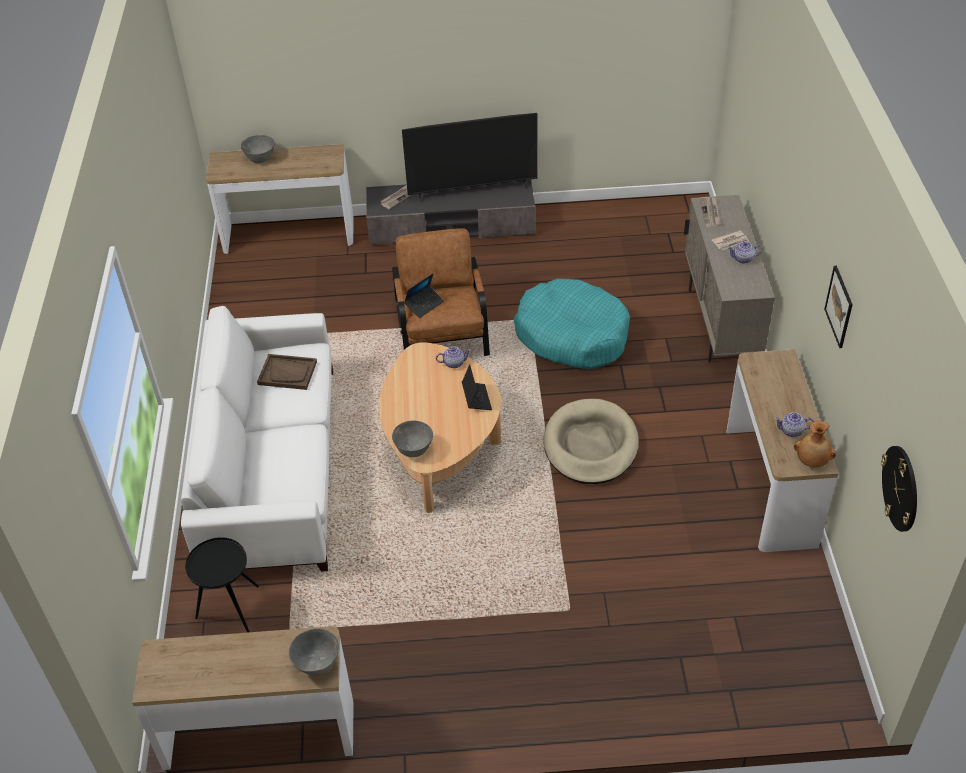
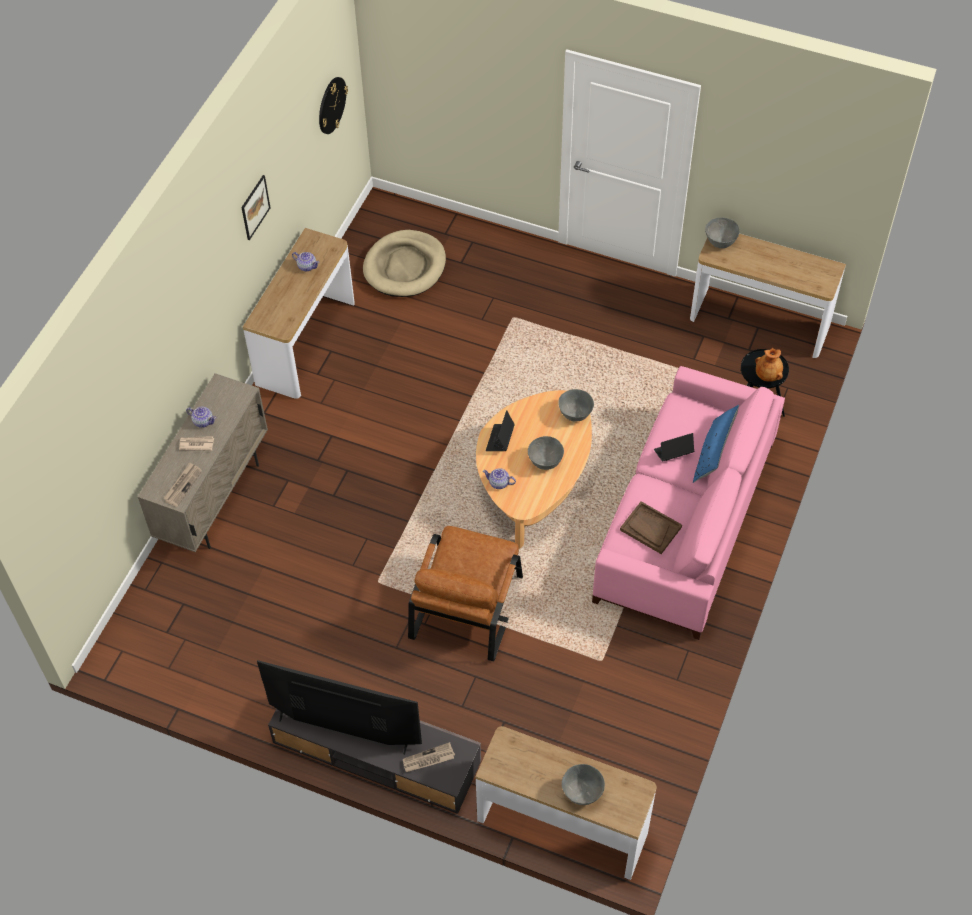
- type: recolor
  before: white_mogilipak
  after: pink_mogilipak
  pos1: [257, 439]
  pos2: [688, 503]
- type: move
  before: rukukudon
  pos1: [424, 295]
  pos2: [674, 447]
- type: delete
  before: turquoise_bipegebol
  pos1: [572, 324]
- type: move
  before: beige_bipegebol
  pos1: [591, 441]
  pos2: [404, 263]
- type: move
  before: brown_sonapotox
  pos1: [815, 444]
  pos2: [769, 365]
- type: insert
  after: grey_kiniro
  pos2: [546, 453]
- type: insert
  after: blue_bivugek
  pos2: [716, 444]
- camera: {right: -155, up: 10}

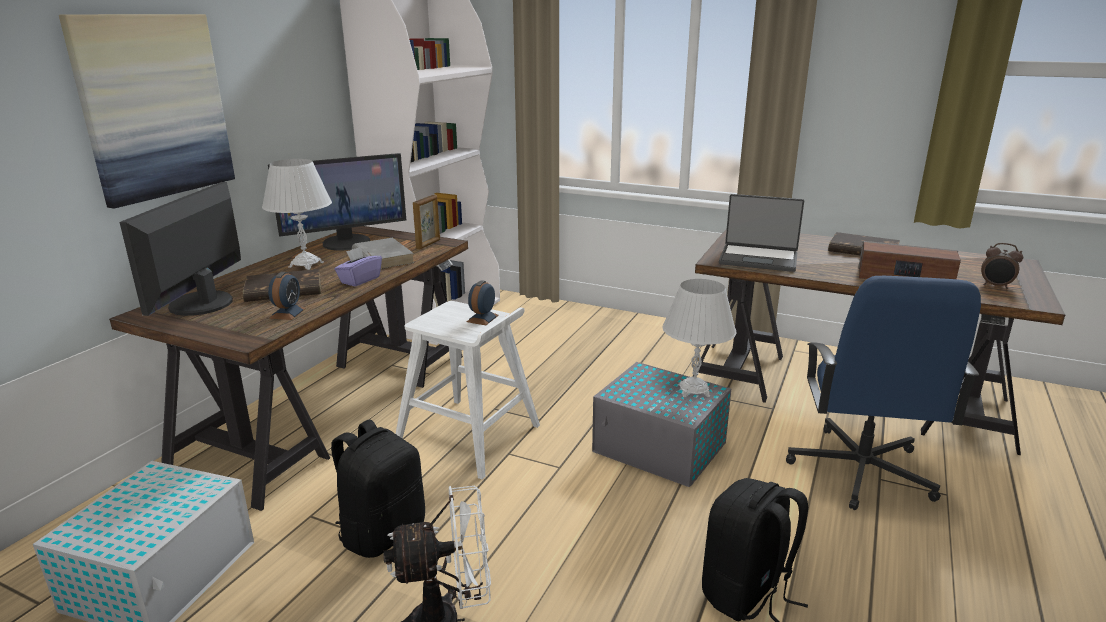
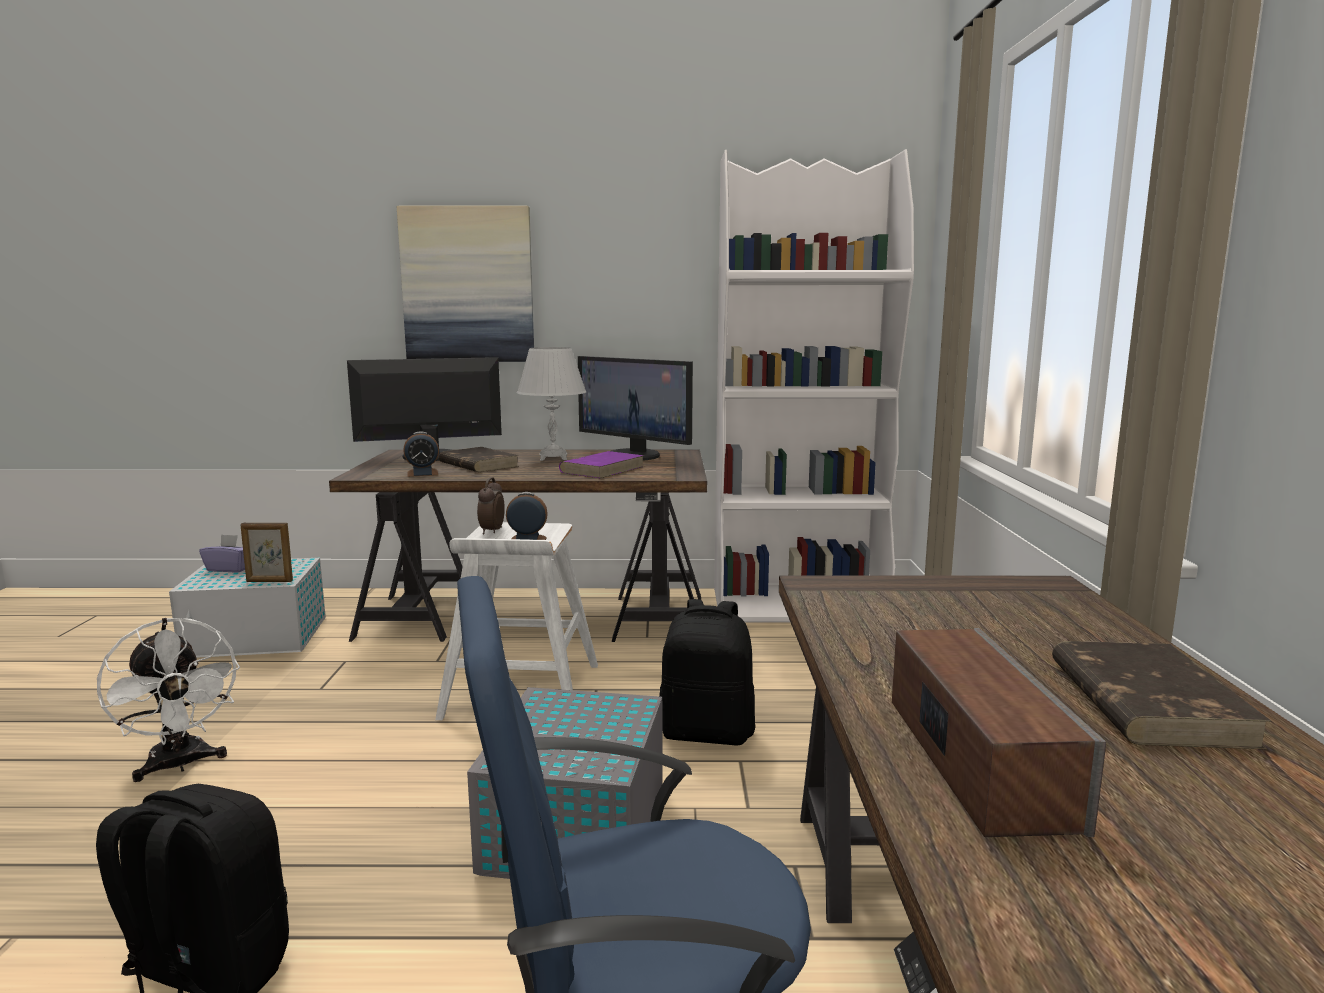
- type: move
  before: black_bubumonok
  pos1: [378, 488]
  pos2: [707, 672]
- type: move
  before: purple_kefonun
  pos1: [358, 266]
  pos2: [222, 553]
- type: recolor
  before: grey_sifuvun
  after: purple_sifuvun
  pos1: [383, 253]
  pos2: [601, 464]
- type: move
  before: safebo
  pos1: [426, 222]
  pos2: [266, 552]
- type: delete
  before: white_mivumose
  pos1: [699, 338]
- type: delete
  before: rukukudon
  pos1: [761, 233]
- type: move
  before: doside
  pos1: [1002, 266]
  pos2: [491, 505]
- camera: {right: 65, up: -10}

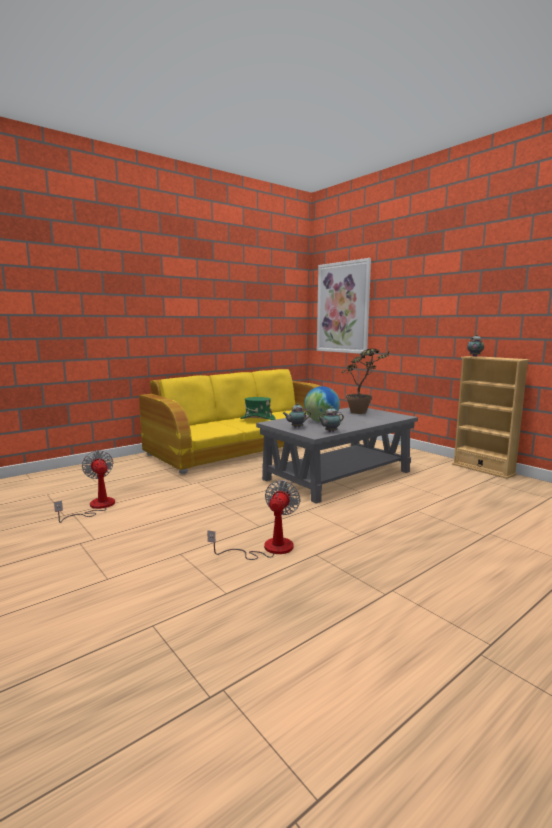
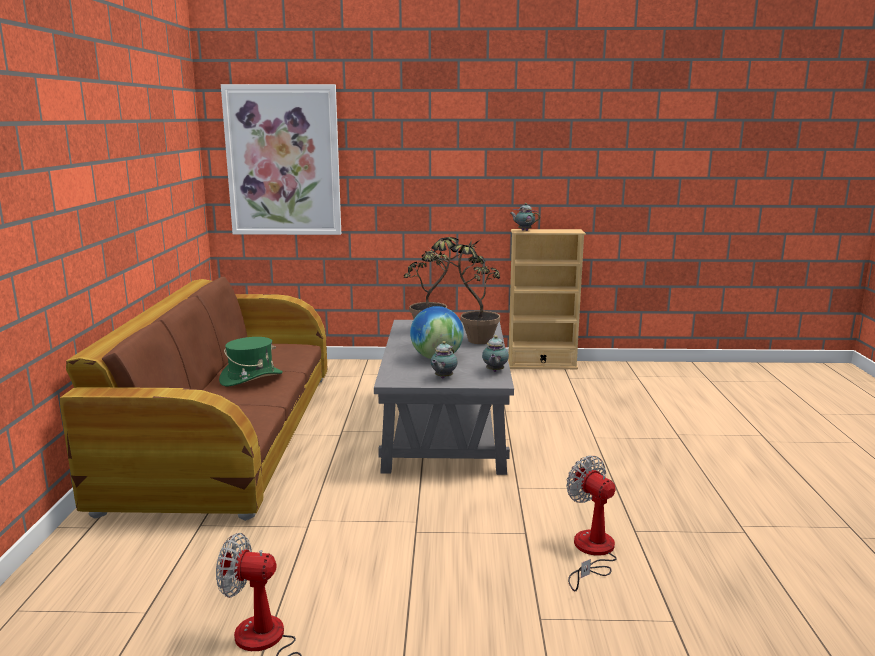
- type: recolor
  before: yellow_mogilipak
  after: brown_mogilipak
  pos1: [229, 421]
  pos2: [193, 399]
- type: insert
  after: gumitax
  pos2: [464, 294]
- camera: {right: -50, up: 5}

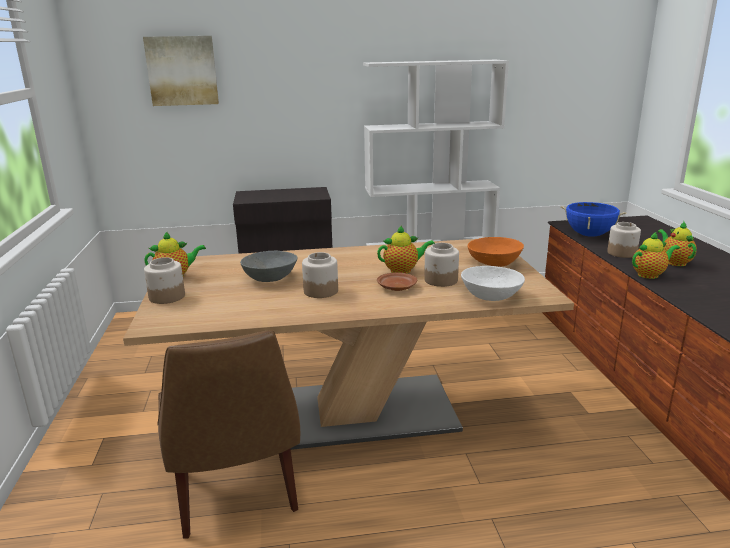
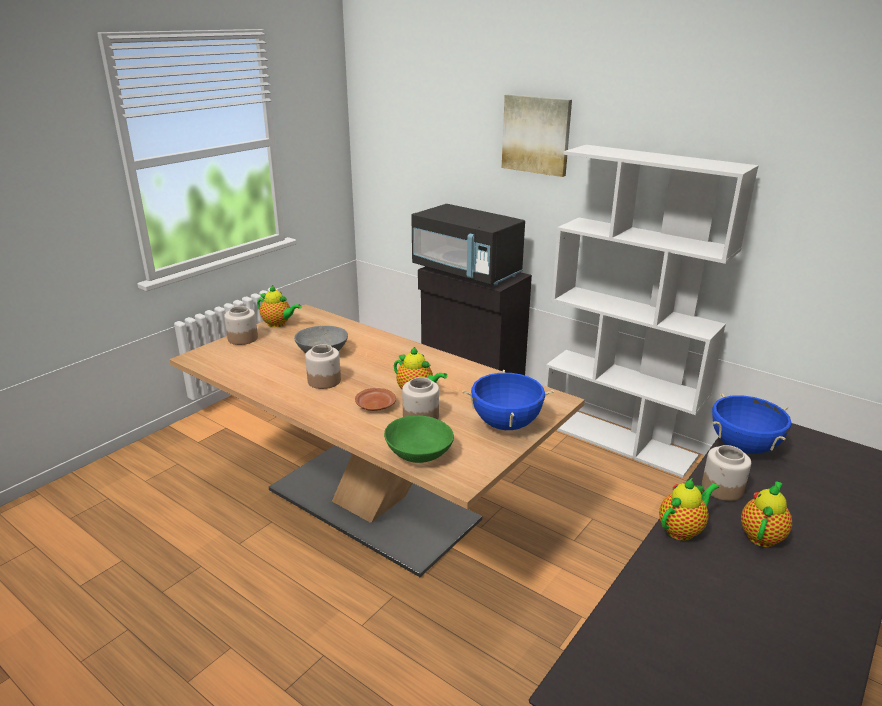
- type: move
  before: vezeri
  pos1: [181, 71]
  pos2: [537, 135]
- type: delete
  before: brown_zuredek
  pos1: [228, 434]
- type: recolor
  before: white_kiniro
  after: green_kiniro
  pos1: [493, 283]
  pos2: [419, 439]
- type: replace
  before: orange_kiniro
  after: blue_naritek
  pos1: [495, 252]
  pos2: [508, 399]
- type: rotate
  before: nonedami
  pos1: [656, 255]
  pos2: [689, 509]
  turn: -60
- type: insert
  after: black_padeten
  pos2: [468, 245]
- camera: {right: 45, up: 5}

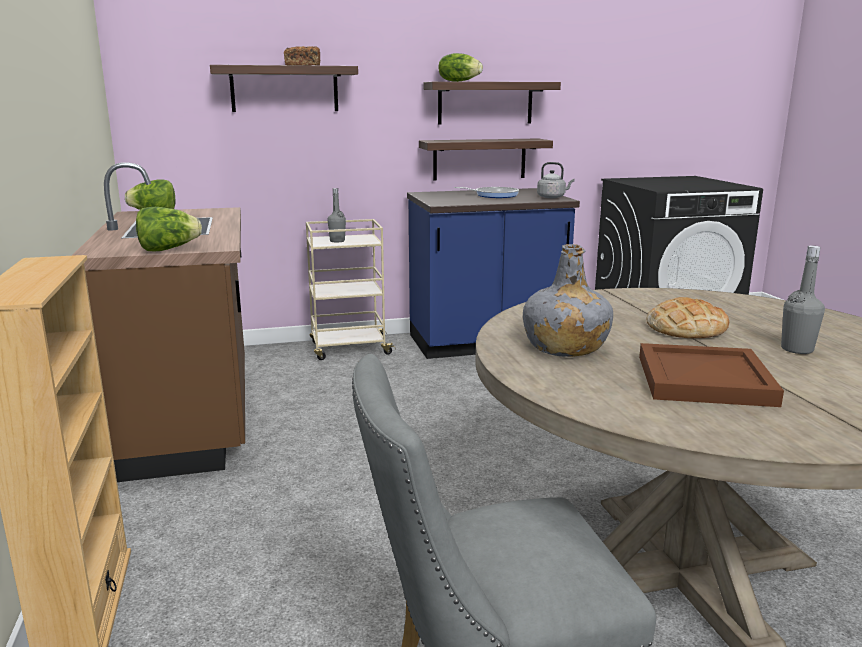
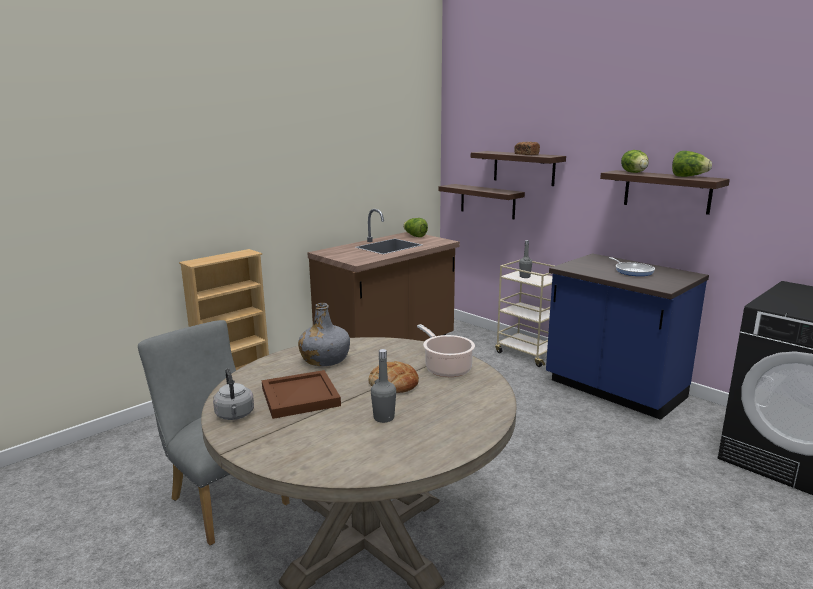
- type: move
  before: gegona
  pos1: [169, 229]
  pos2: [692, 164]
- type: move
  before: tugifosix
  pos1: [486, 159]
  pos2: [481, 201]
- type: move
  before: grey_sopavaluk
  pos1: [556, 180]
  pos2: [233, 394]
- type: insert
  after: naritek
  pos2: [446, 350]
- camera: {right: 60, up: 0}

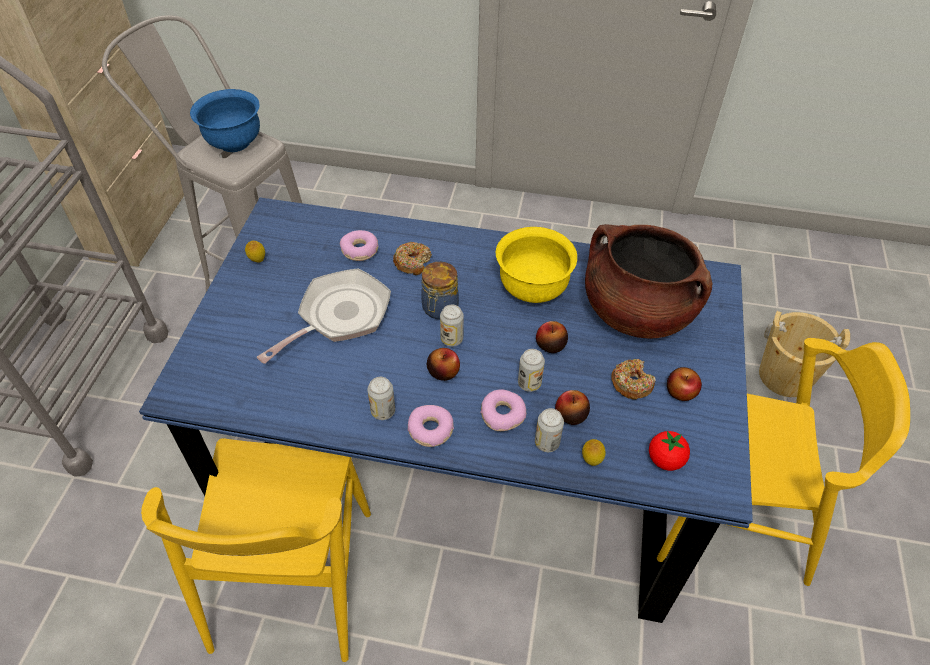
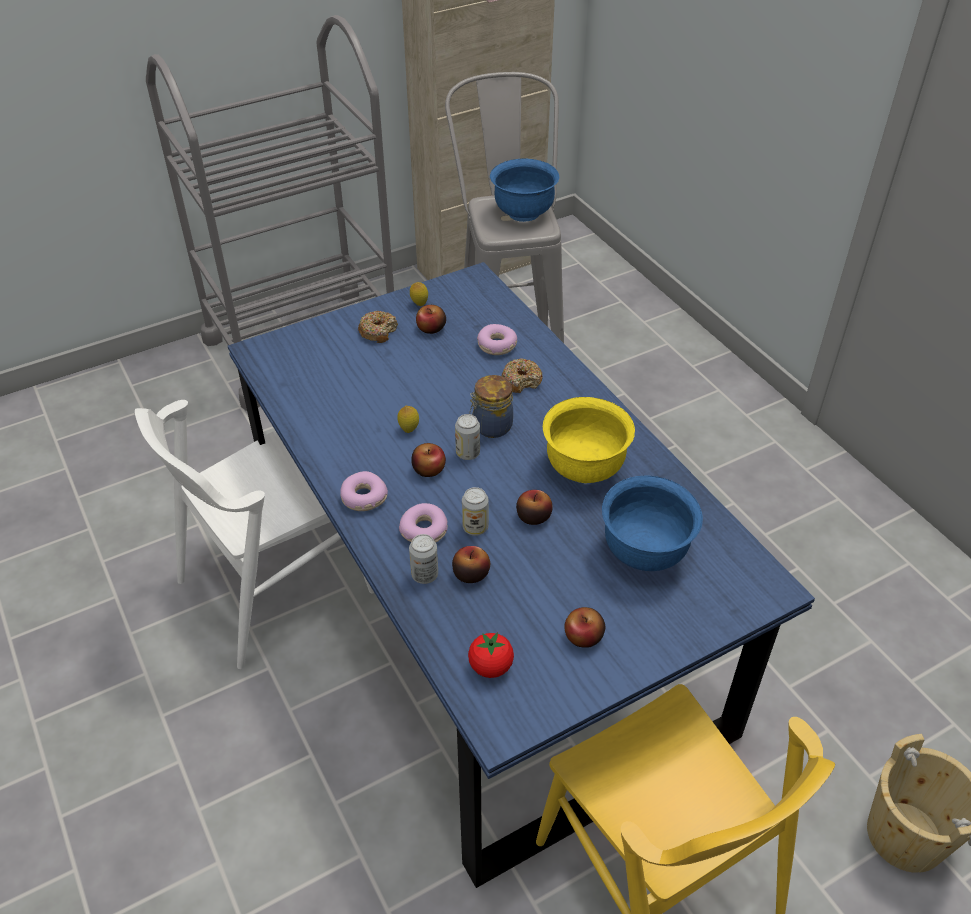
- type: recolor
  before: yellow_zuredek
  after: white_zuredek
  pos1: [256, 550]
  pos2: [254, 534]
- type: delete
  before: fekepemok
  pos1: [324, 316]
- type: delete
  before: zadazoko
  pos1: [381, 398]
- type: move
  before: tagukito
  pos1: [593, 452]
  pos2: [408, 419]
- type: replace
  before: brown_naritek
  after: blue_kiniro
  pos1: [648, 281]
  pos2: [652, 523]
- type: move
  before: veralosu
  pos1: [633, 379]
  pos2: [378, 327]
- type: insert
  after: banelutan
  pos2: [431, 319]
- camera: {right: 50, up: -5}

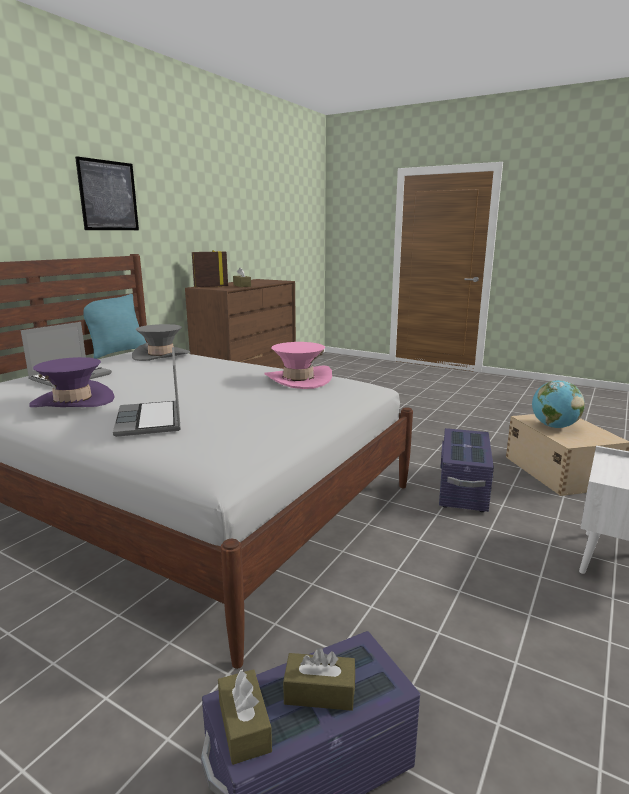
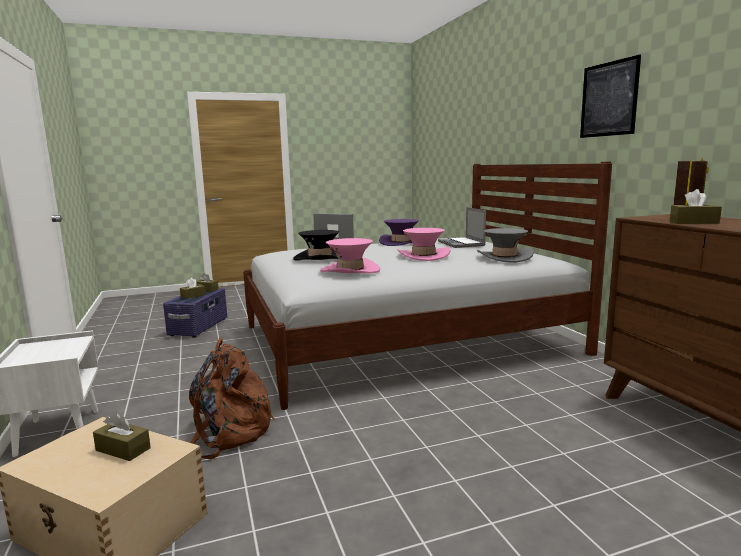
- type: delete
  before: turquoise_bivugek
  pos1: [112, 326]
- type: replace
  before: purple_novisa
  after: brown_bubumonok
  pos1: [466, 470]
  pos2: [232, 398]
- type: replace
  before: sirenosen
  after: brown_kefonun
  pos1: [558, 404]
  pos2: [122, 436]
- type: insert
  after: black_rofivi
  pos2: [316, 245]
- type: insert
  after: pink_rofivi
  pos2: [424, 244]
- camera: {right: 130, up: -5}

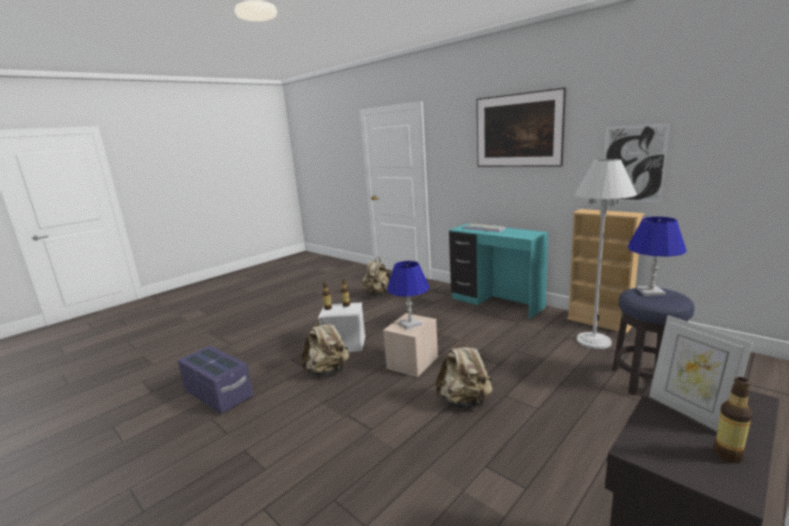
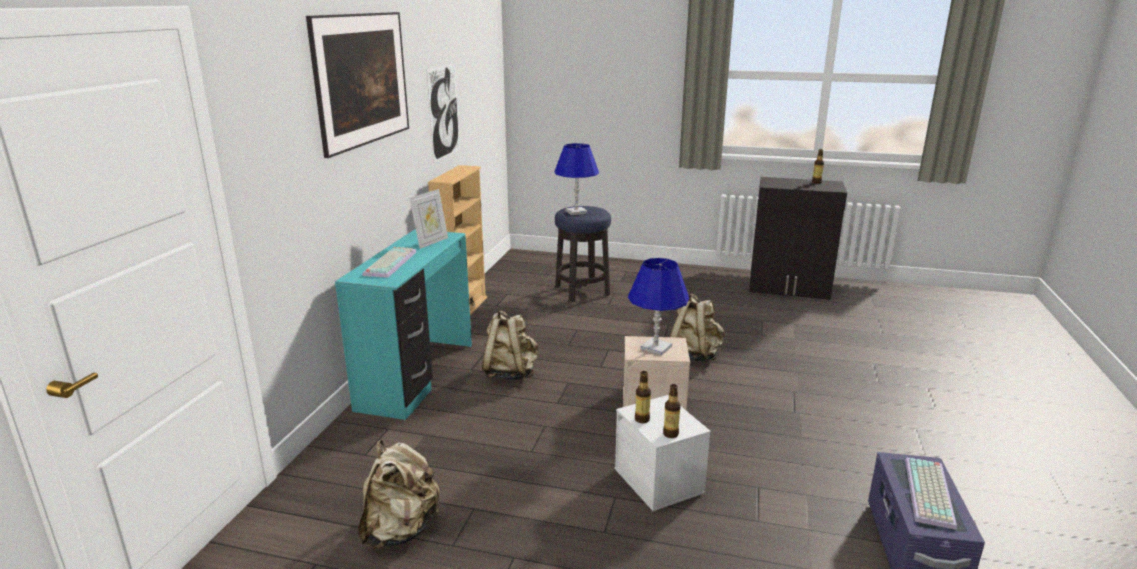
- type: move
  before: beige_bubumonok
  pos1: [325, 347]
  pos2: [510, 345]
- type: delete
  before: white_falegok
  pos1: [605, 254]
- type: move
  before: safebo
  pos1: [701, 373]
  pos2: [428, 219]
- type: insert
  after: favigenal
  pos2: [931, 493]
- camera: {right: -120, up: 5}

